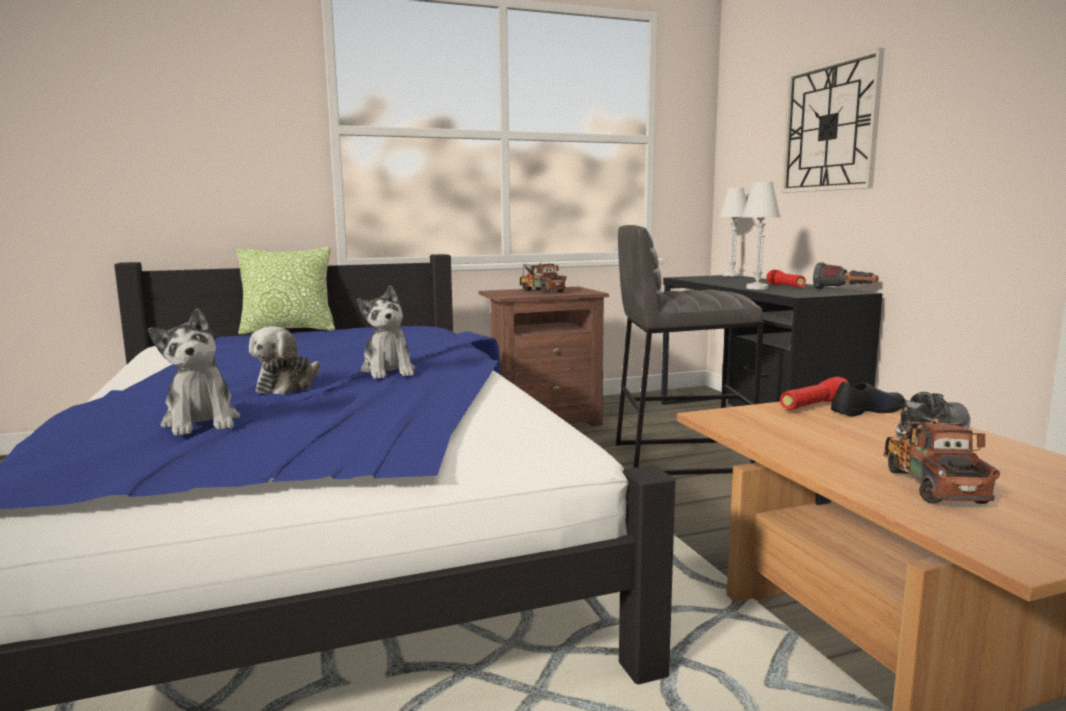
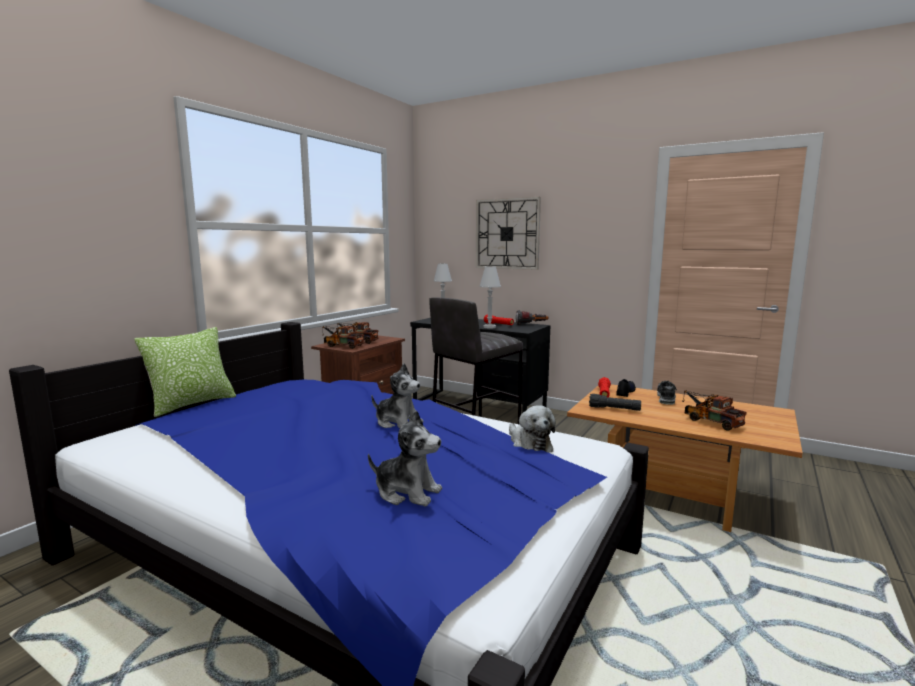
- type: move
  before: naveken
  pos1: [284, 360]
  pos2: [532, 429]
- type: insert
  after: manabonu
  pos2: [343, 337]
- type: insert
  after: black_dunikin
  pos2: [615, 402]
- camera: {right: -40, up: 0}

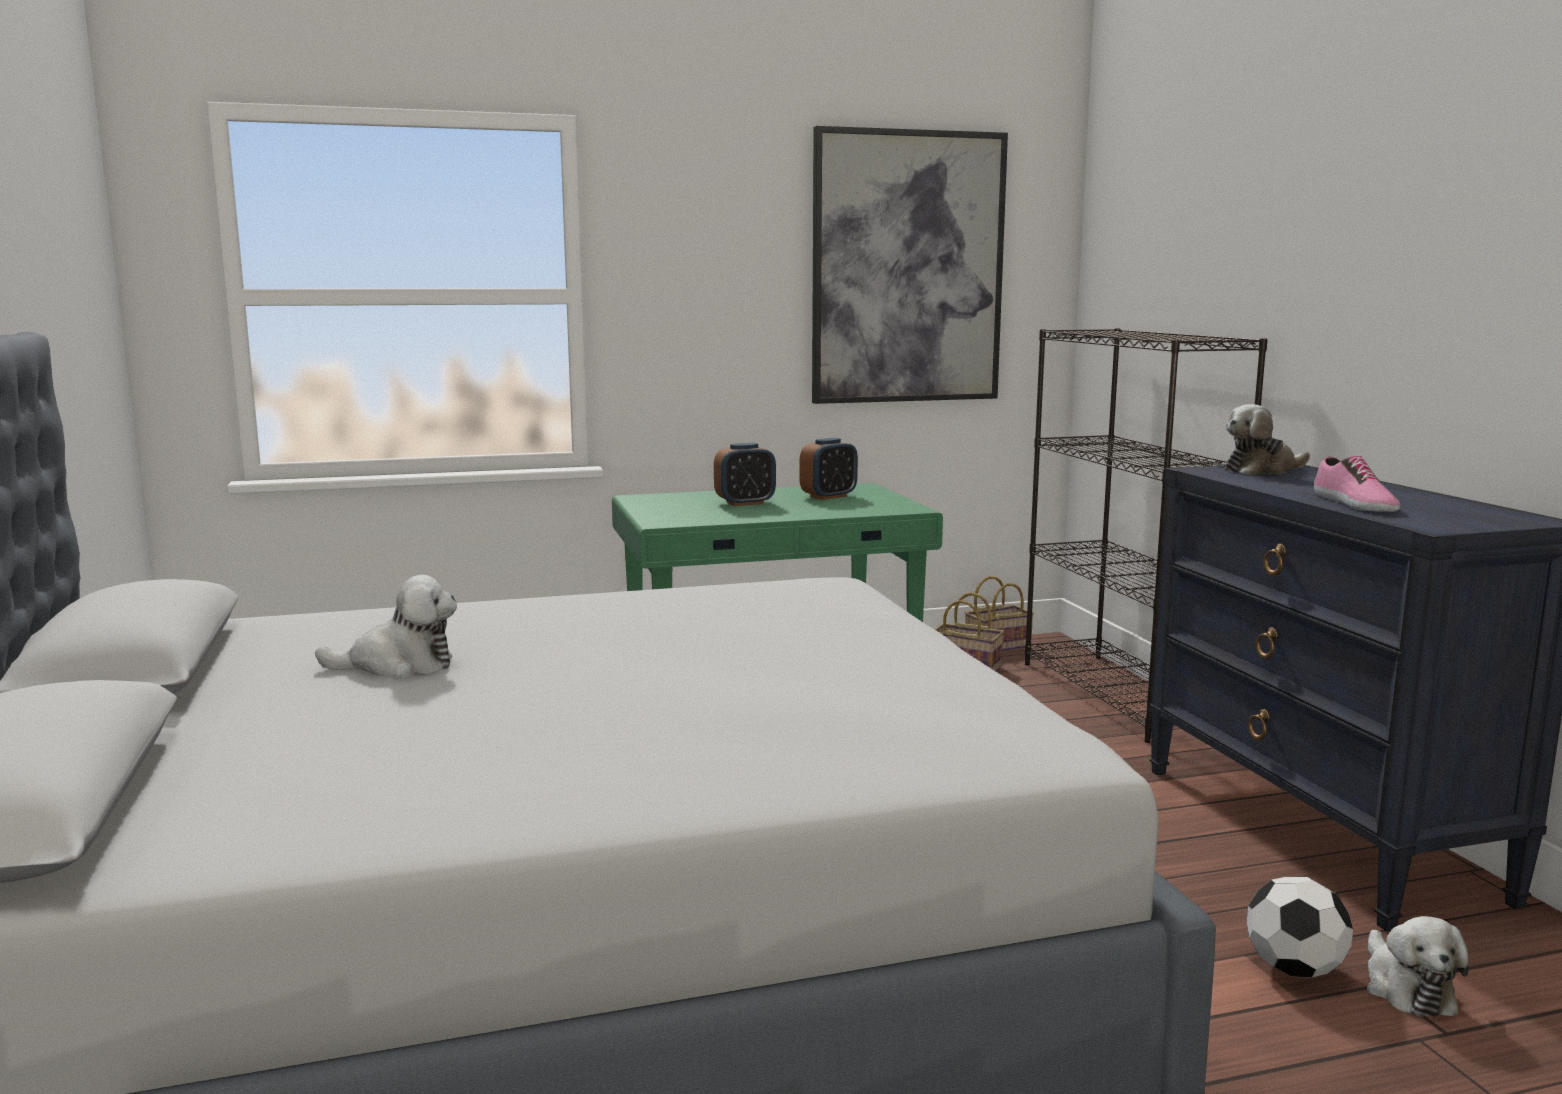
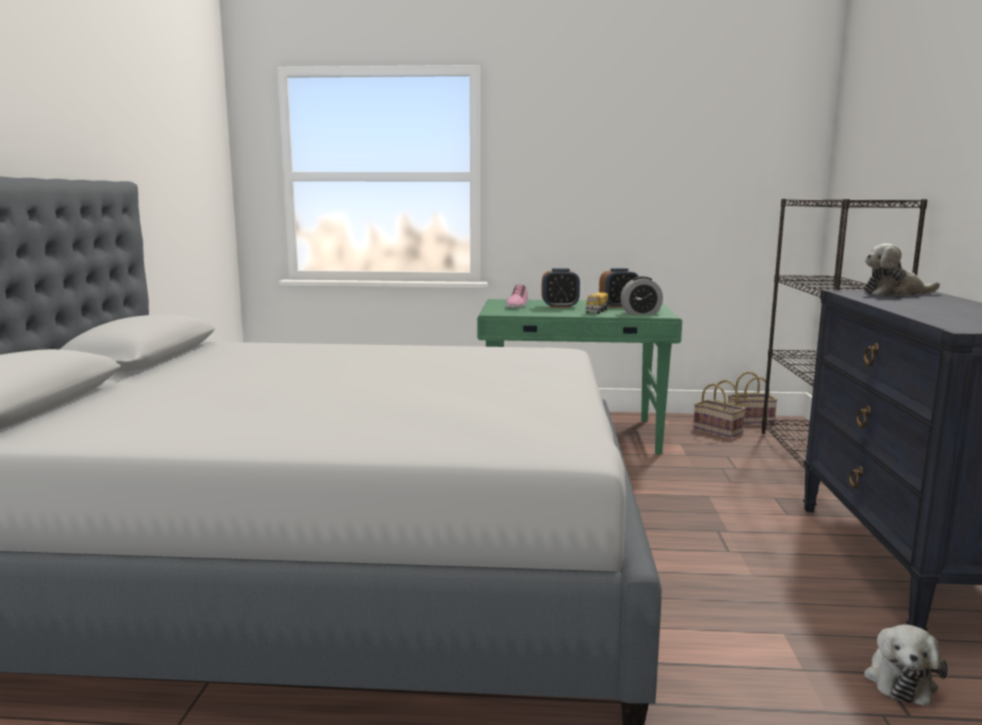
- type: delete
  before: naveken
  pos1: [386, 627]
- type: delete
  before: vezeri
  pos1: [910, 265]
- type: delete
  before: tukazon
  pos1: [1300, 927]
- type: move
  before: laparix
  pos1: [1357, 484]
  pos2: [516, 296]
- type: insert
  after: manabonu
  pos2: [596, 303]
- type: insert
  after: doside
  pos2: [641, 295]
- camera: {right: 20, up: 0}

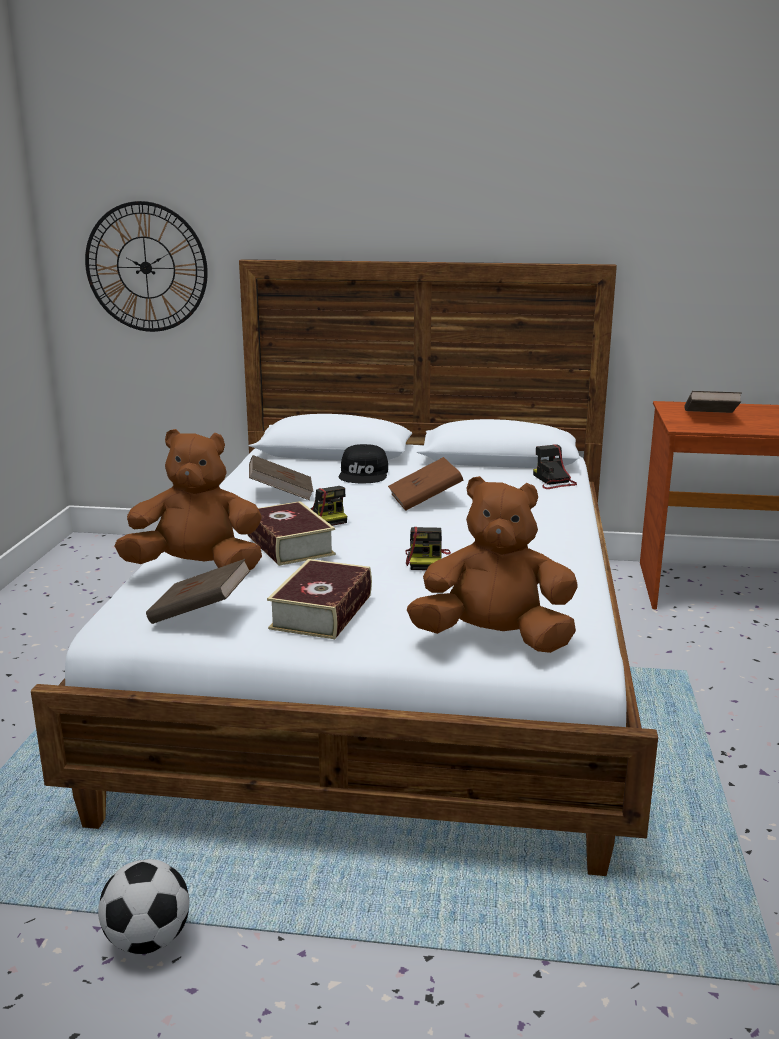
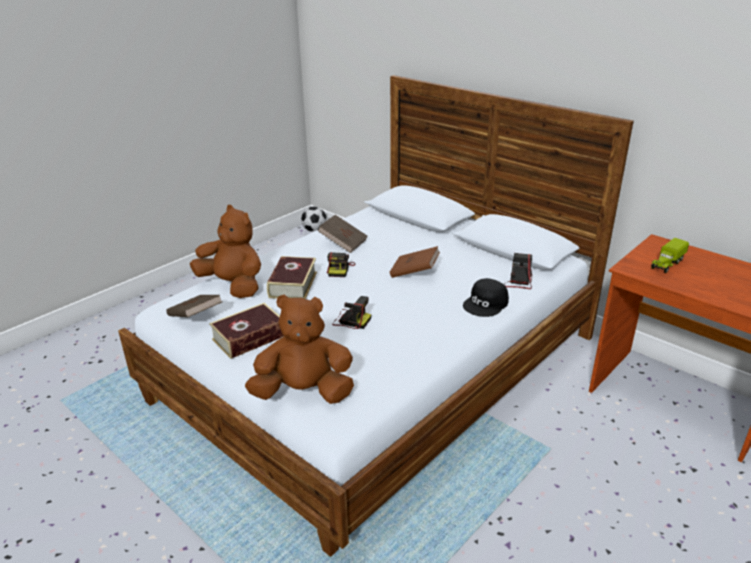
- type: delete
  before: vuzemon
  pos1: [146, 266]
- type: move
  before: tukazon
  pos1: [143, 906]
  pos2: [314, 219]
- type: move
  before: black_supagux
  pos1: [363, 463]
  pos2: [486, 297]
- type: rotate
  before: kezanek
  pos1: [428, 548]
  pos2: [351, 312]
  turn: -105
- type: rotate
  before: brown_naveken
  pos1: [492, 564]
  pos2: [299, 349]
  turn: -45
- type: replace
  before: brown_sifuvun
  after: manabonu
  pos1: [713, 402]
  pos2: [670, 255]
- camera: {right: 35, up: 10}

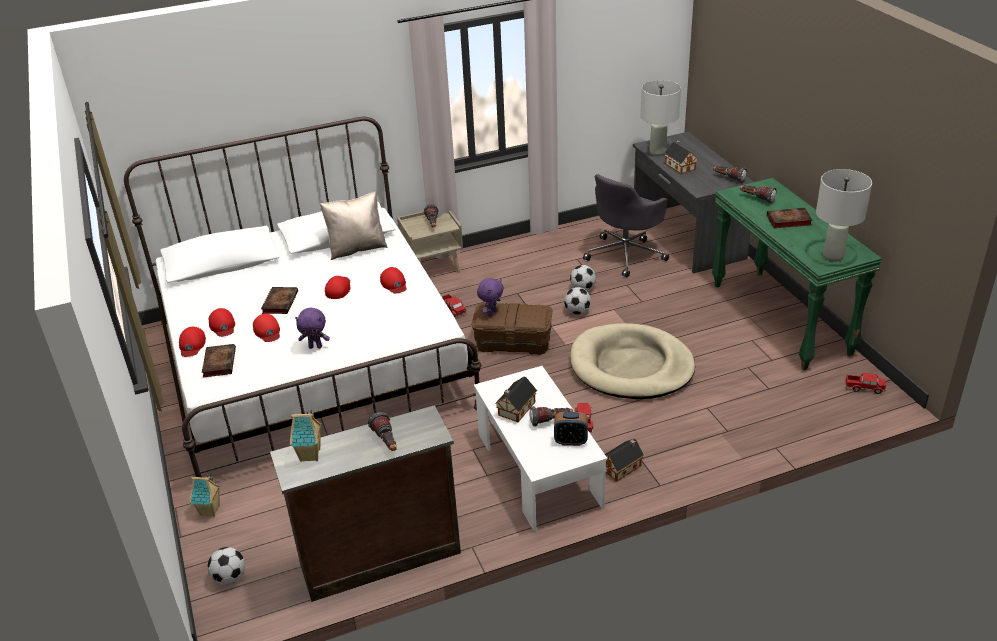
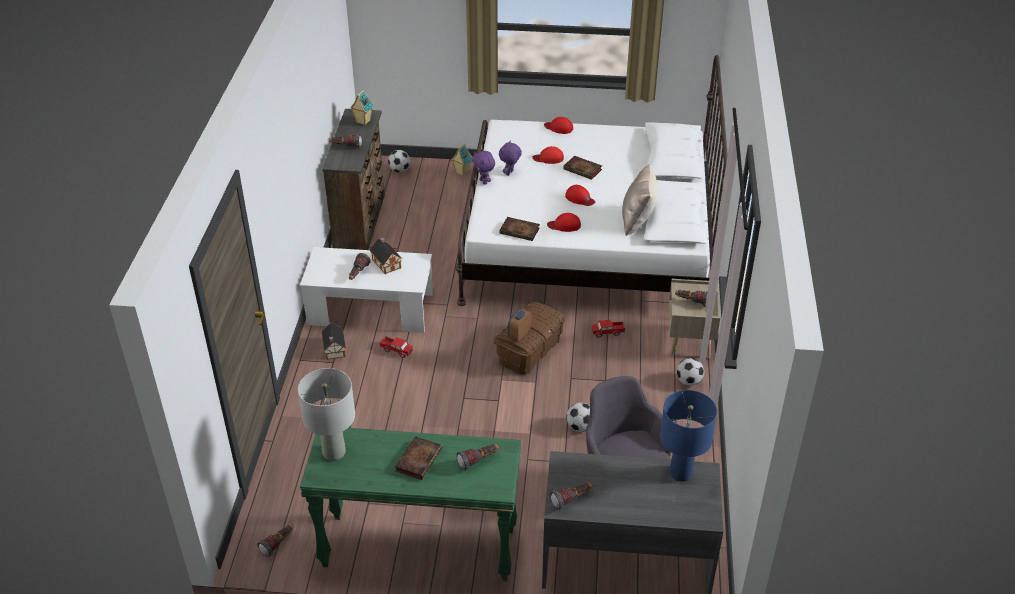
- type: move
  before: sifuvun
  pos1: [219, 360]
  pos2: [520, 229]
- type: delete
  before: red_supagux
  pos1: [222, 322]
- type: move
  before: purple_naveken
  pos1: [490, 297]
  pos2: [483, 168]
- type: move
  before: doside
  pos1: [571, 429]
  pos2: [519, 324]
- type: move
  before: tukazon
  pos1: [577, 301]
  pos2: [690, 372]
- type: delete
  before: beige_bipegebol
  pos1: [632, 361]
- type: recolor
  before: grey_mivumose
  after: blue_mivumose
  pos1: [661, 118]
  pos2: [688, 436]
- type: delete
  before: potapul
  pos1: [681, 157]
- type: replace
  before: manabonu
  after: dunikin
  pos1: [865, 383]
  pos2: [275, 540]
- camera: {right: 115, up: 5}

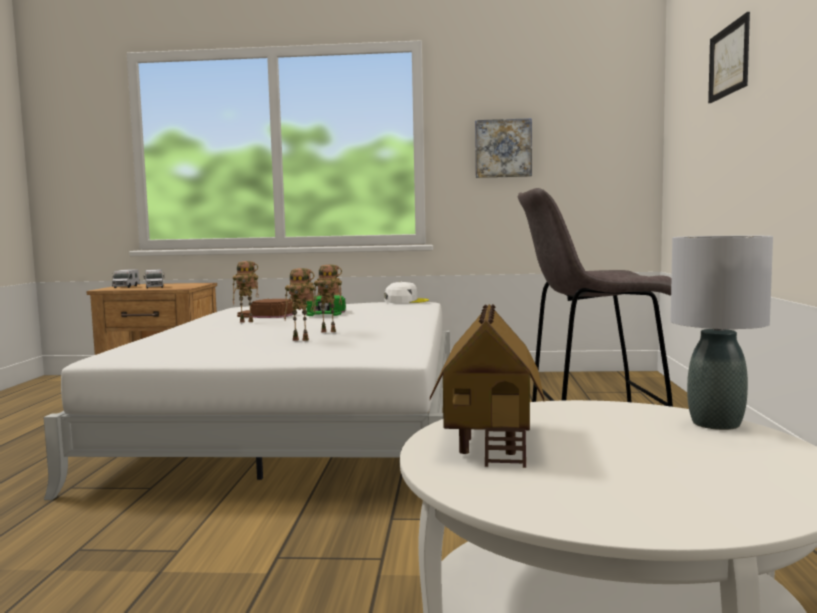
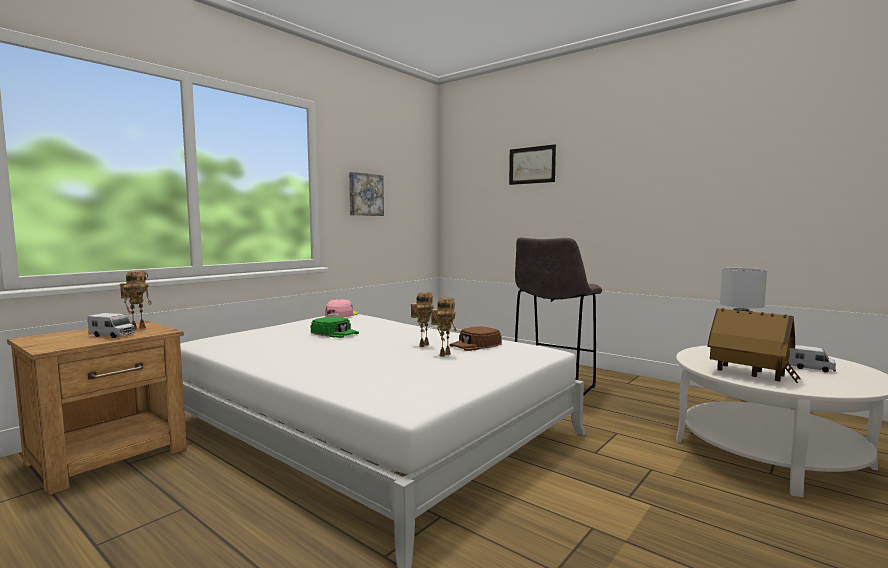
- type: move
  before: manabonu
  pos1: [125, 278]
  pos2: [812, 359]
- type: move
  before: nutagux
  pos1: [246, 292]
  pos2: [136, 300]
- type: move
  before: brown_supagux
  pos1: [265, 308]
  pos2: [475, 338]
- type: recolor
  before: white_supagux
  after: pink_supagux
  pos1: [407, 292]
  pos2: [341, 308]
- camera: {right: -55, up: 0}

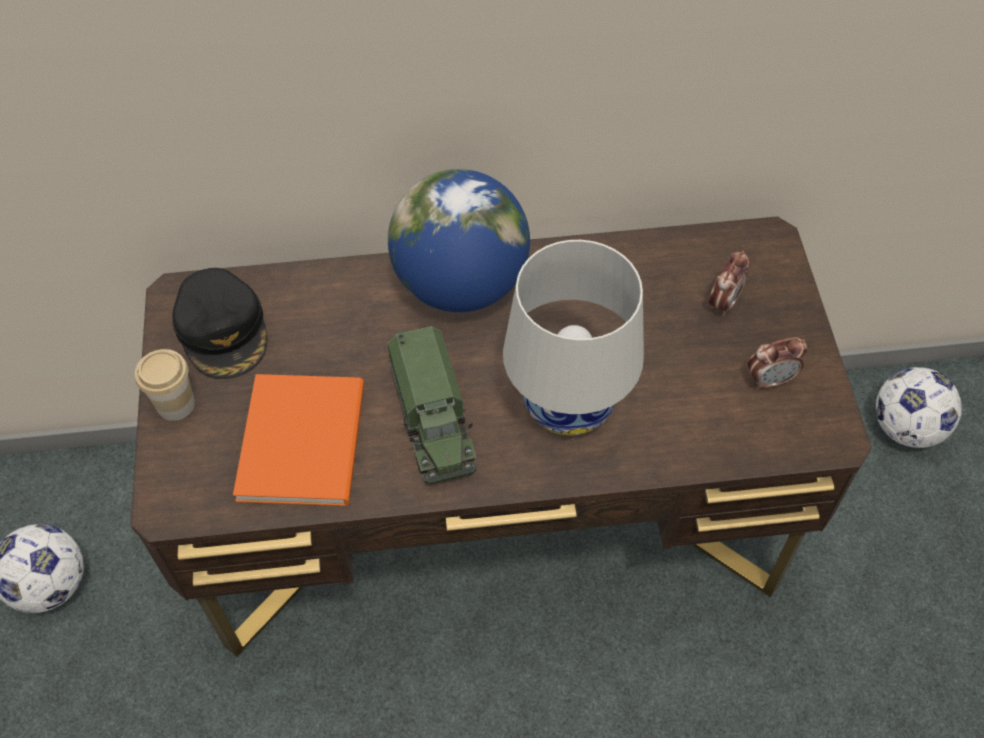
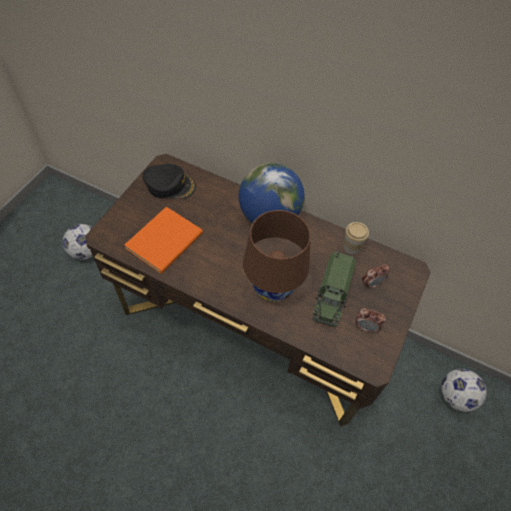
- type: move
  before: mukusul
  pos1: [165, 385]
  pos2: [356, 238]
- type: rotate
  before: black_supagux
  pos1: [219, 323]
  pos2: [169, 181]
  turn: -90
- type: move
  before: manabonu
  pos1: [432, 405]
  pos2: [334, 289]
- type: recolor
  before: white_mivumose
  after: brown_mivumose
  pos1: [573, 338]
  pos2: [277, 256]
- camera: {right: 30, up: 0}

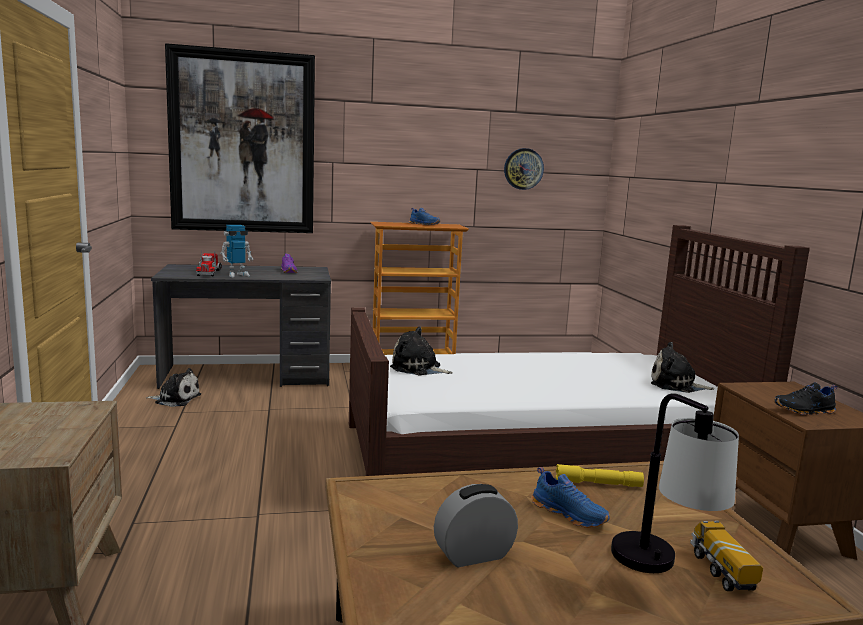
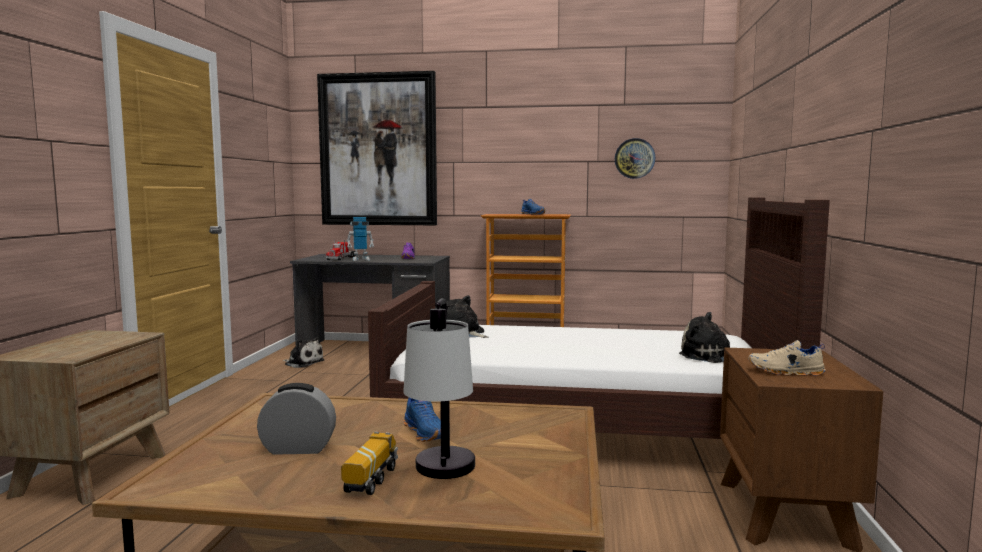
- type: delete
  before: yellow_dunikin
  pos1: [600, 475]
- type: move
  before: manabonu
  pos1: [726, 556]
  pos2: [369, 463]
- type: recolor
  before: black_laparix
  after: beige_laparix
  pos1: [805, 398]
  pos2: [787, 358]
- camera: {right: 20, up: -5}

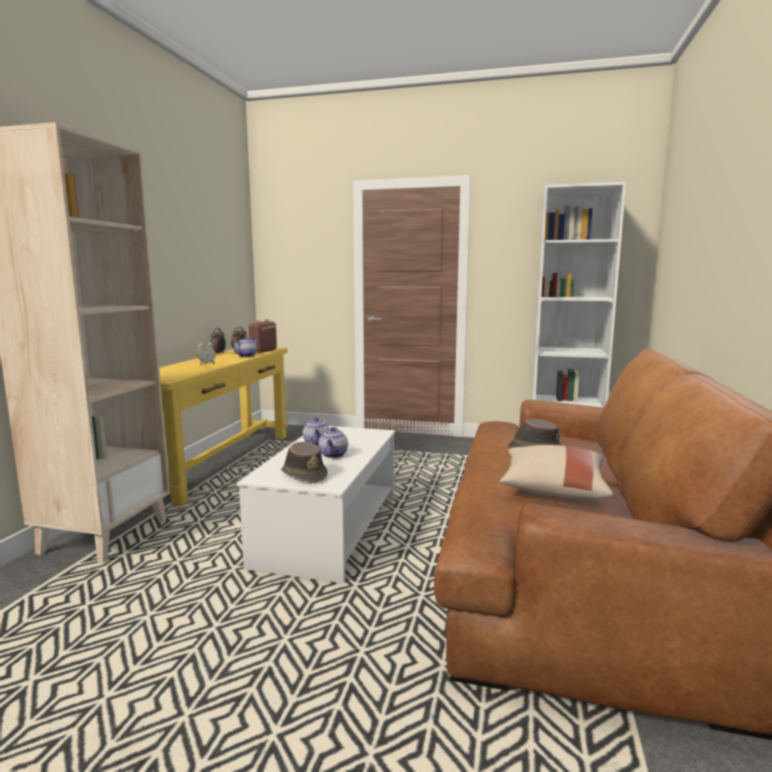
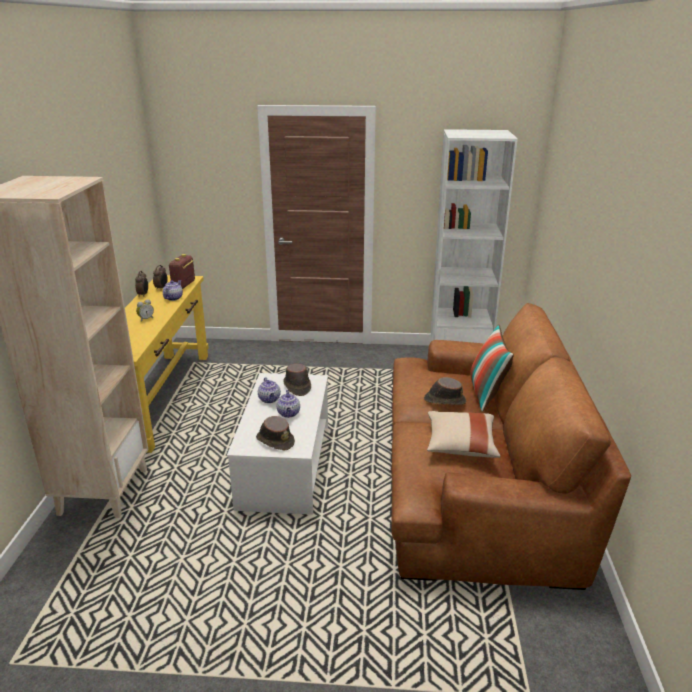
- type: insert
  after: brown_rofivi
  pos2: [297, 380]
- type: insert
  after: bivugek
  pos2: [492, 368]
- camera: {right: -10, up: 15}

